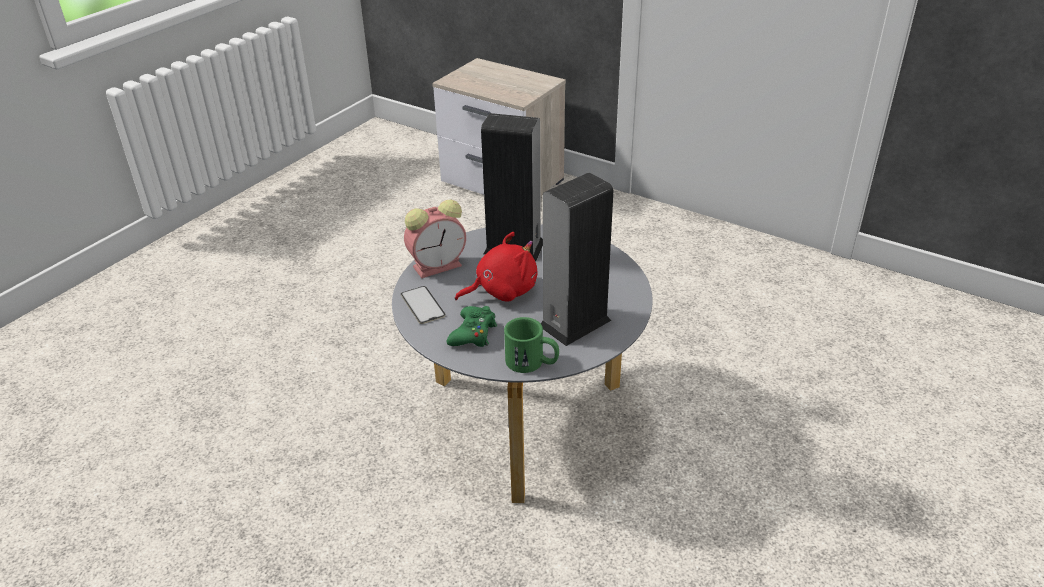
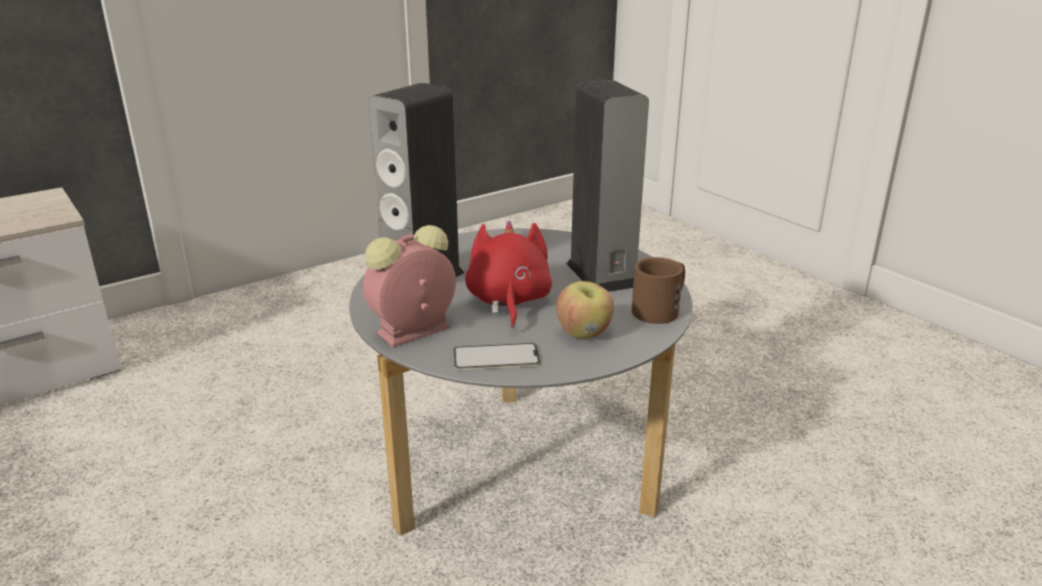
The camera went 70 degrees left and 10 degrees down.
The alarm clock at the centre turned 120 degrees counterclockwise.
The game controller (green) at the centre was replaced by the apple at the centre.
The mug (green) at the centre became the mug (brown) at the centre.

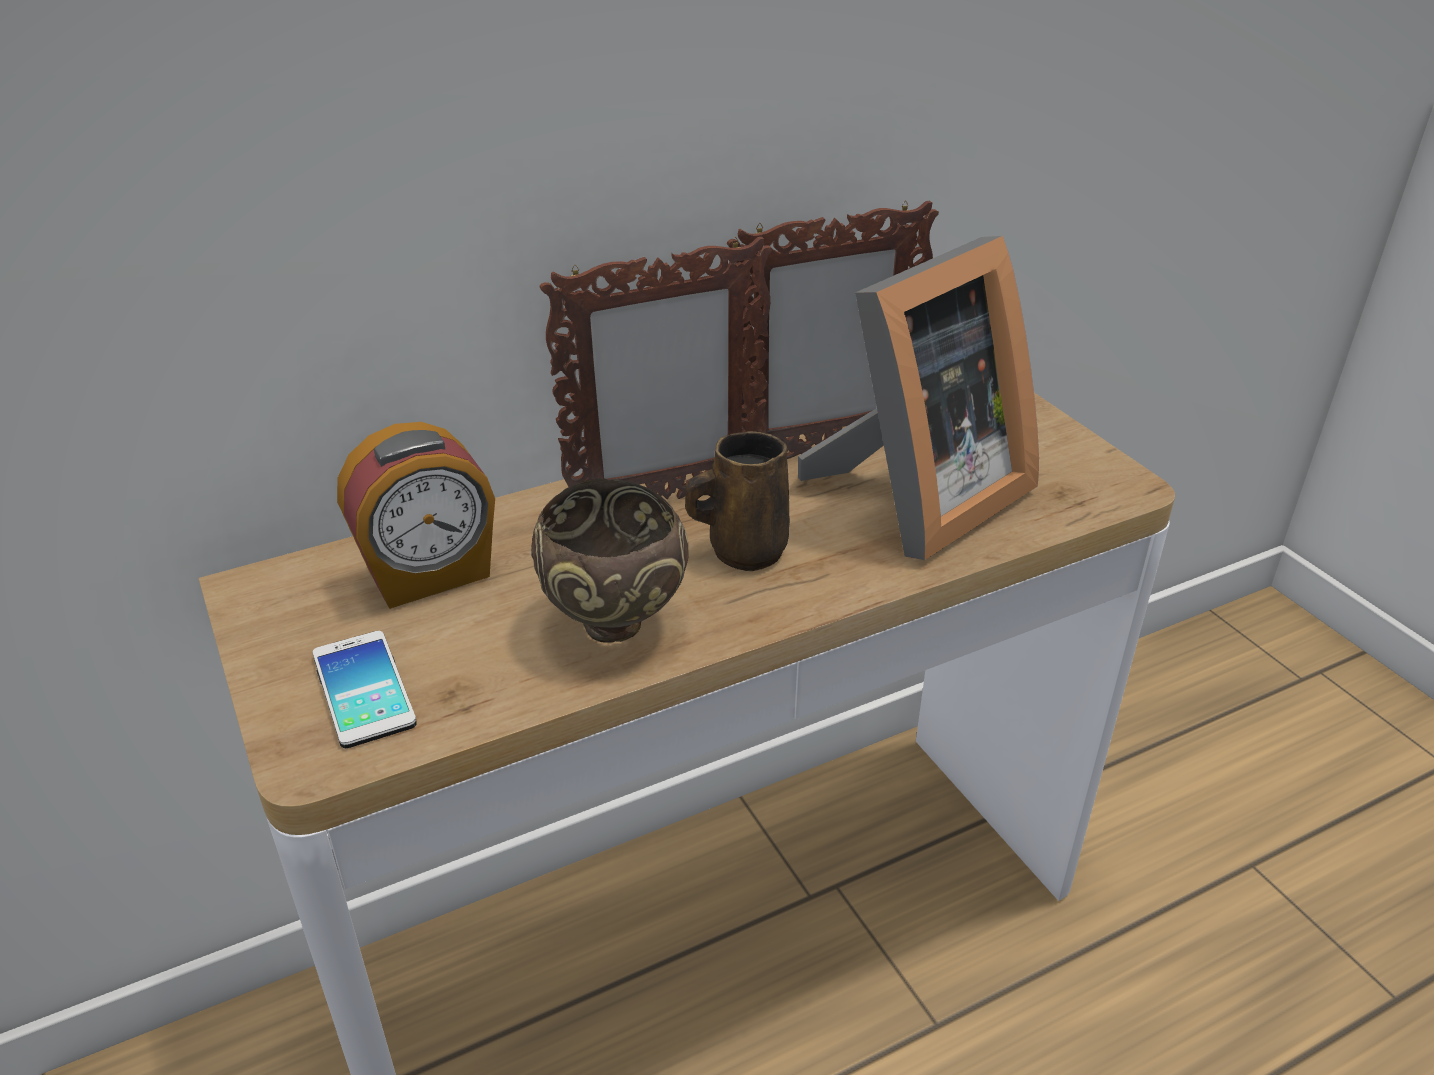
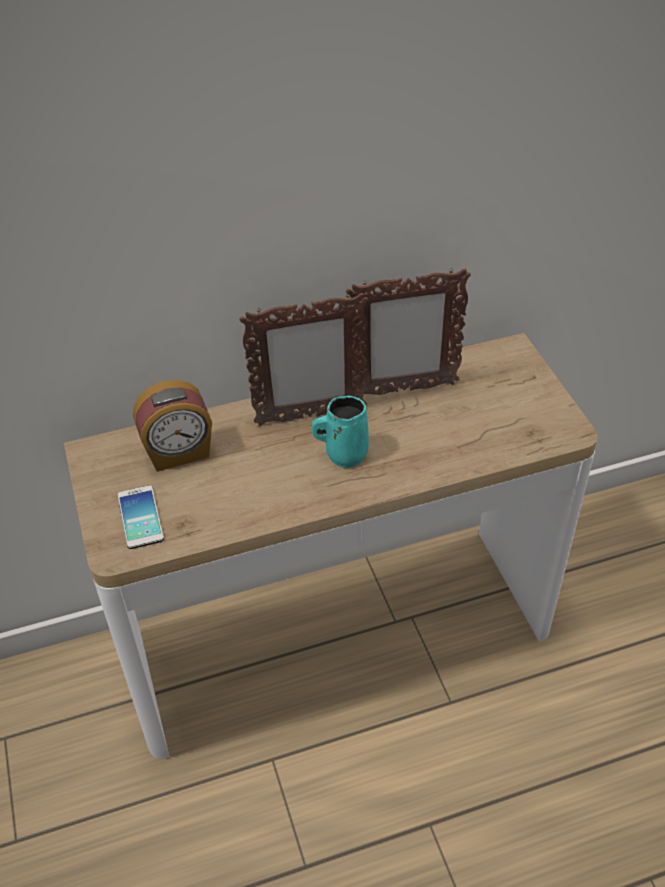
The camera went 10 degrees right and 10 degrees up.
The bowl (brown) at the centre disappeared.
The mug (brown) at the centre became the mug (turquoise) at the centre.
The picture frame (no. 3 from left) at the centre disappeared.

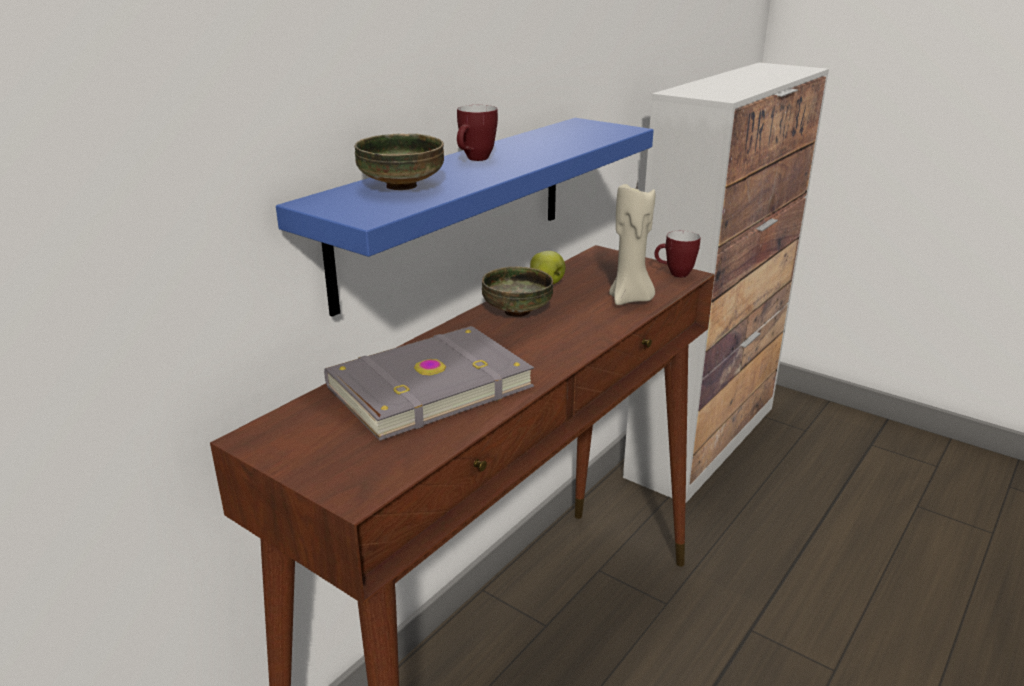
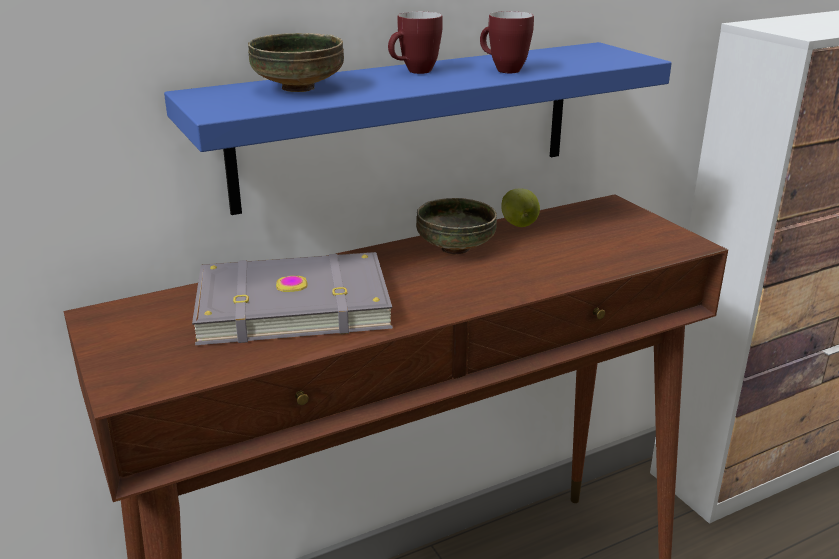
The camera went 25 degrees right and 0 degrees up.
The candle (beige) at the centre disappeared.
The mug (no. 2 from left) moved from the centre to the top centre.

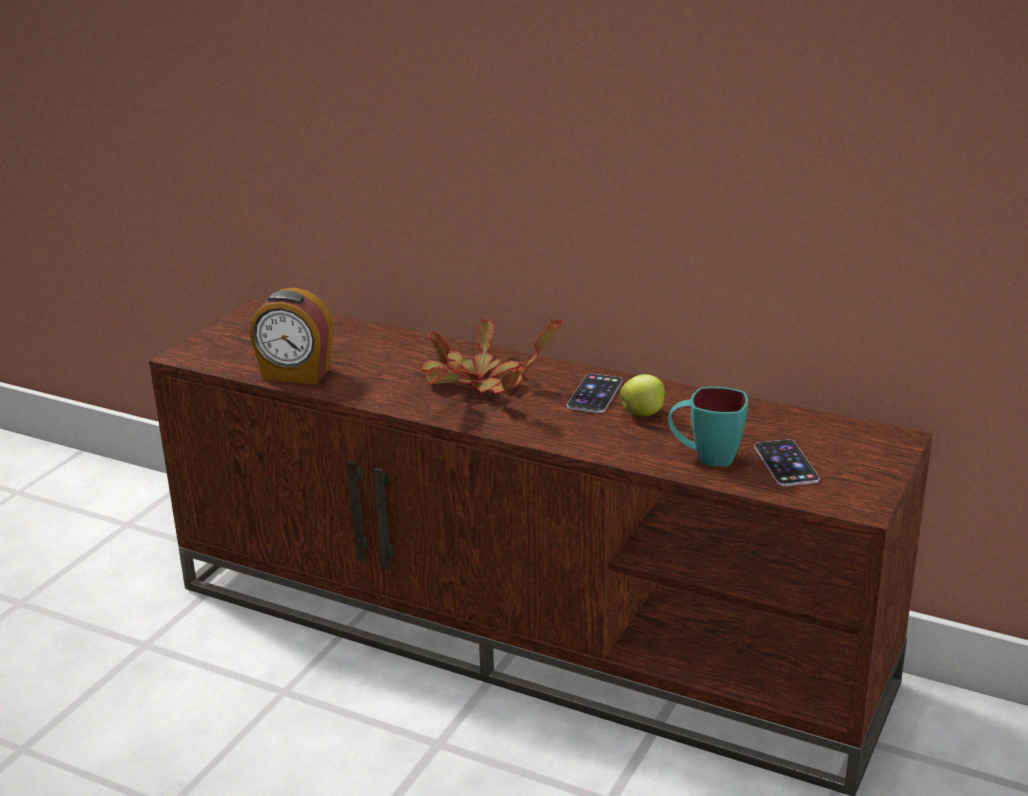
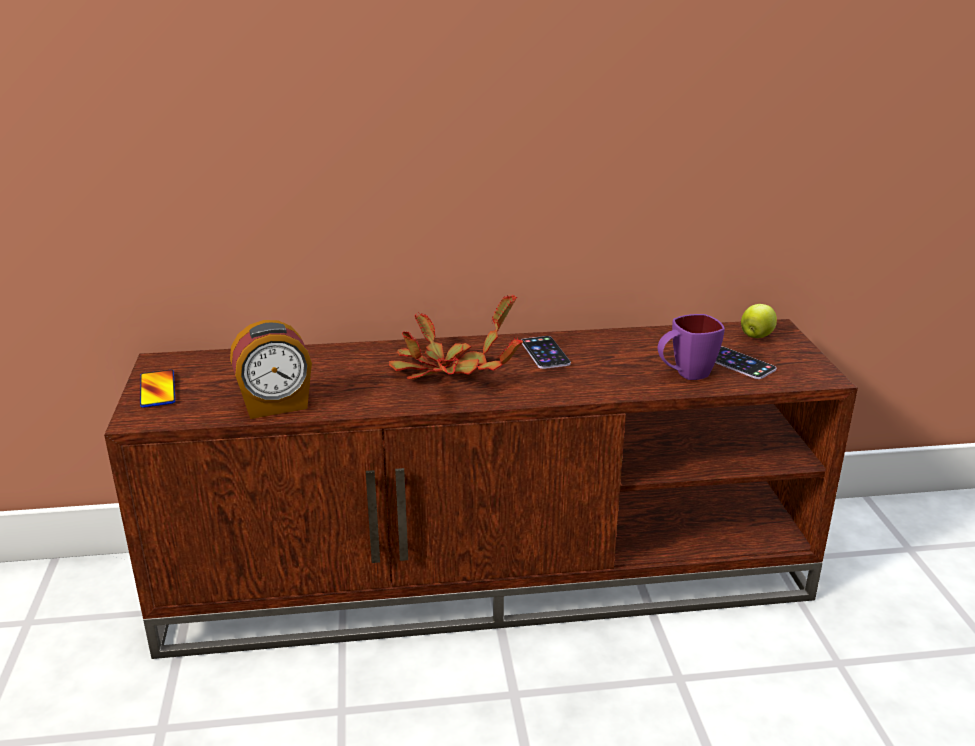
The camera went 35 degrees left and 0 degrees up.
The apple moved from the centre to the middle right.
The mug (turquoise) at the middle right became the mug (purple) at the middle right.
The phone (no. 1 from left) at the middle left appeared.

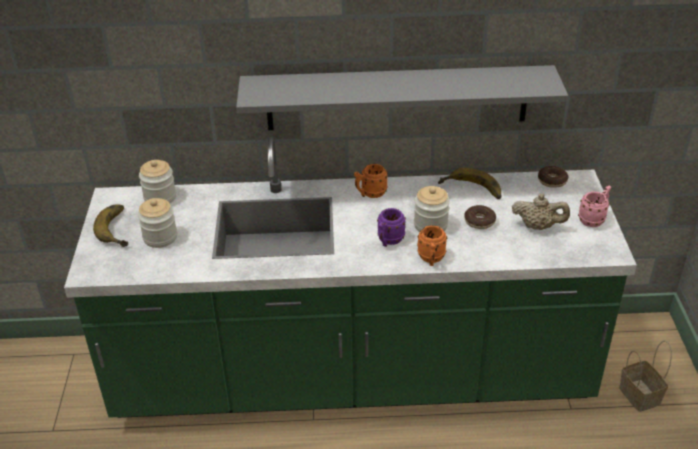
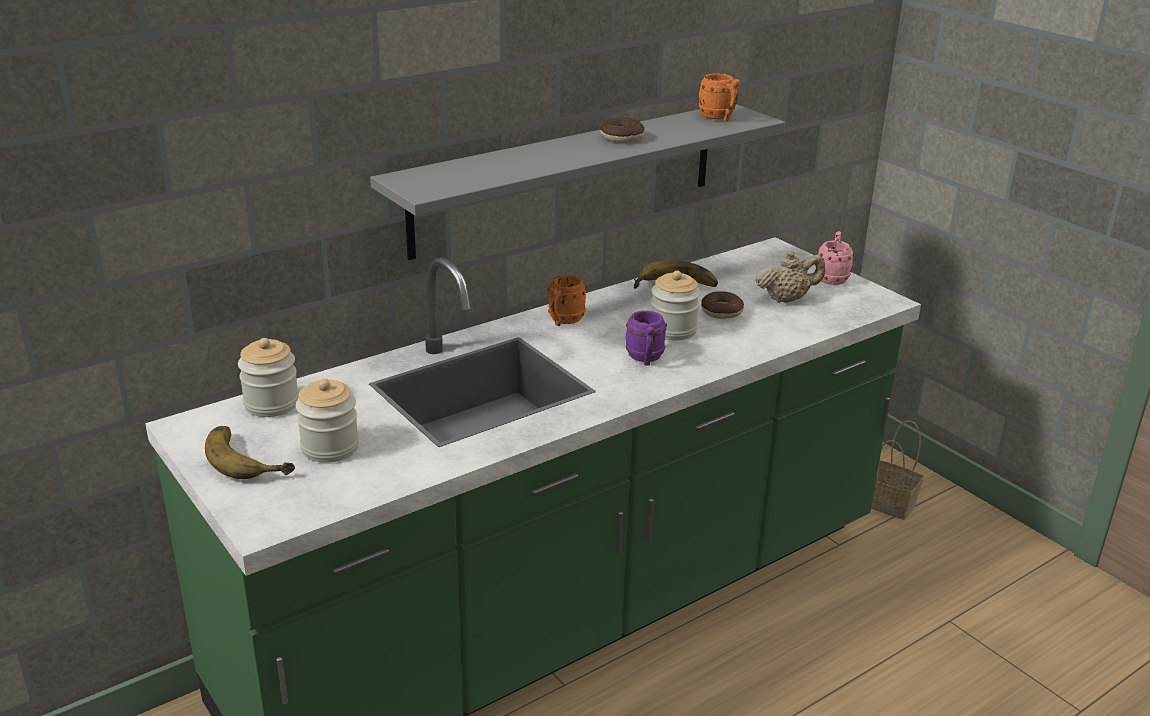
The camera went 35 degrees left and 10 degrees down.
The mug (orange) (no. 2 from left) moved from the centre to the top centre.
The donut (no. 2 from left in the first image) moved from the middle right to the top centre.

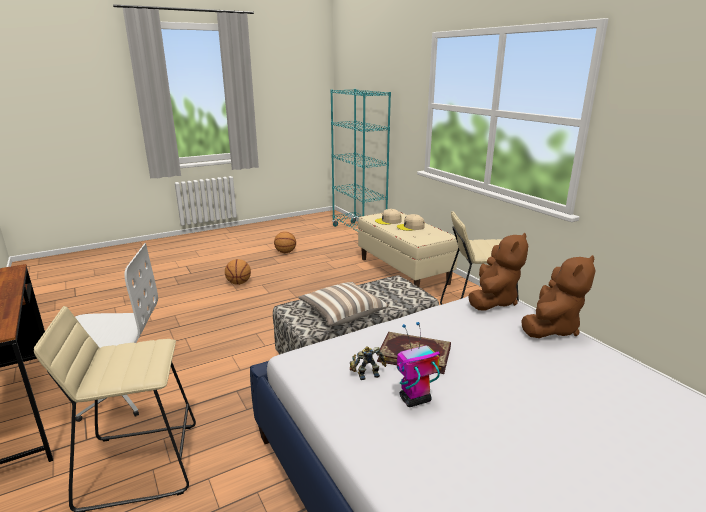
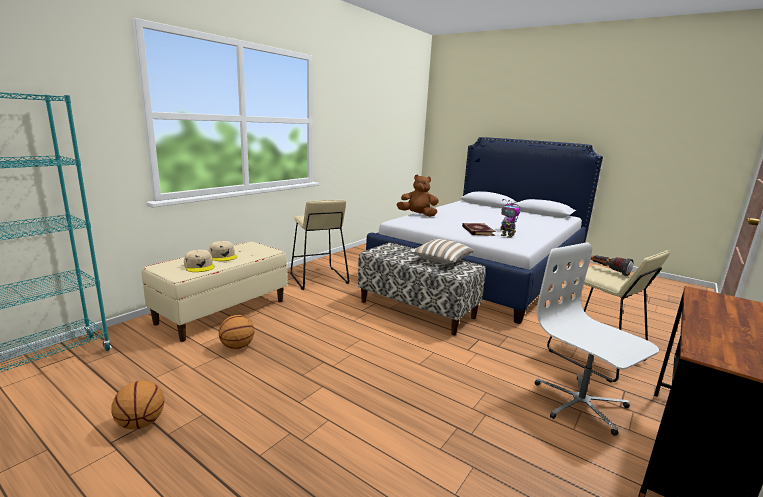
The camera went 115 degrees left and 5 degrees down.
The basketball (no. 1 from left in the first image) moved from the centre to the bottom left.
The plush toy (brown) (no. 1 from left) at the middle right disappeared.
The flashlight at the middle right appeared.

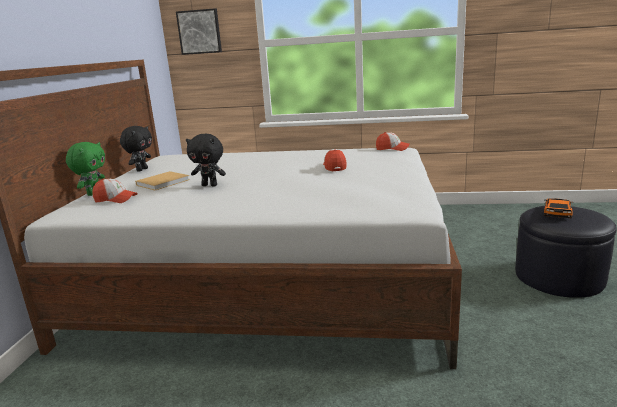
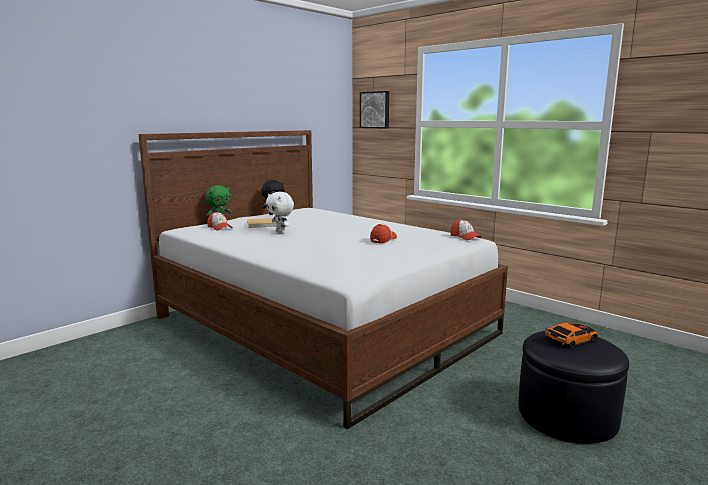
The camera went 35 degrees right and 5 degrees down.
The plush toy (black) (no. 2 from left) at the centre became the plush toy (white) at the centre.

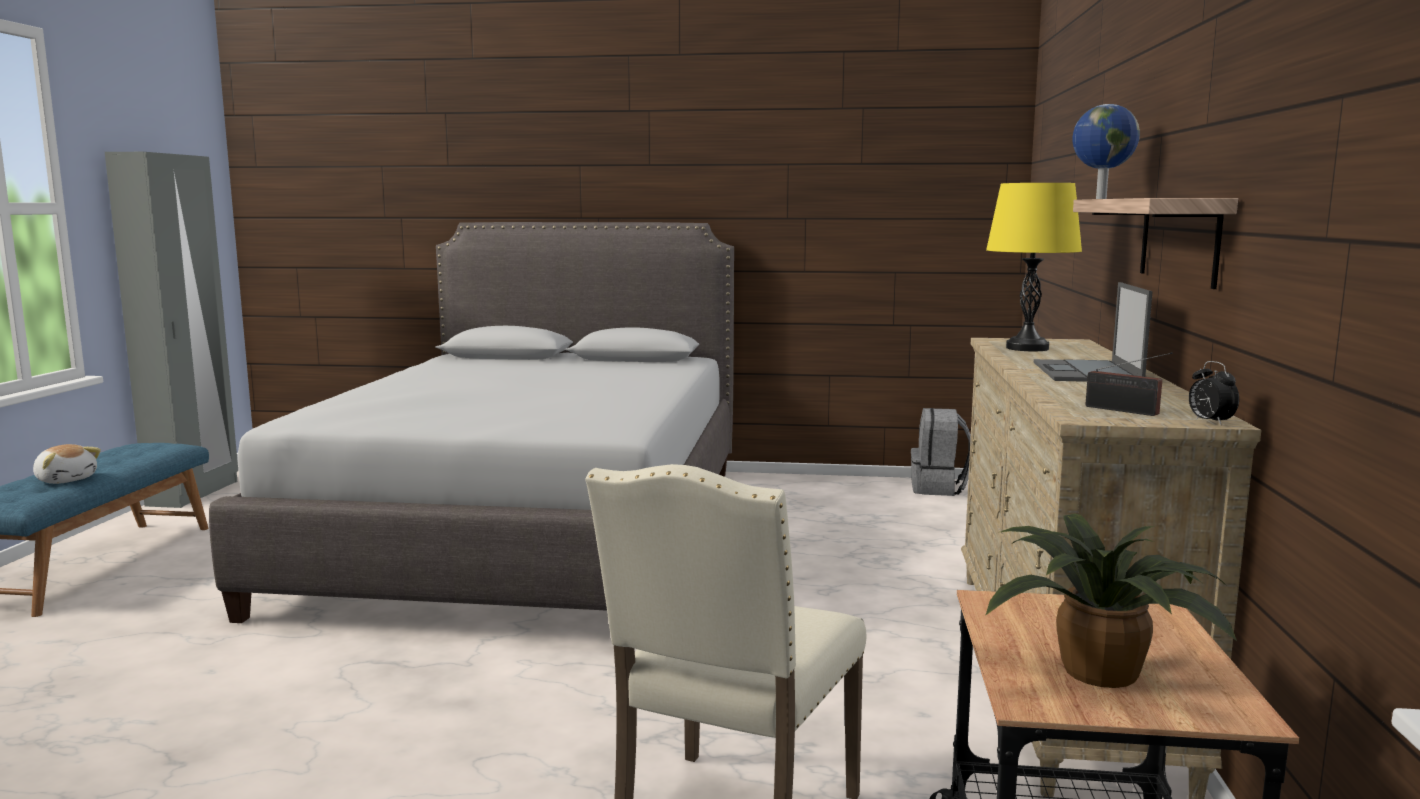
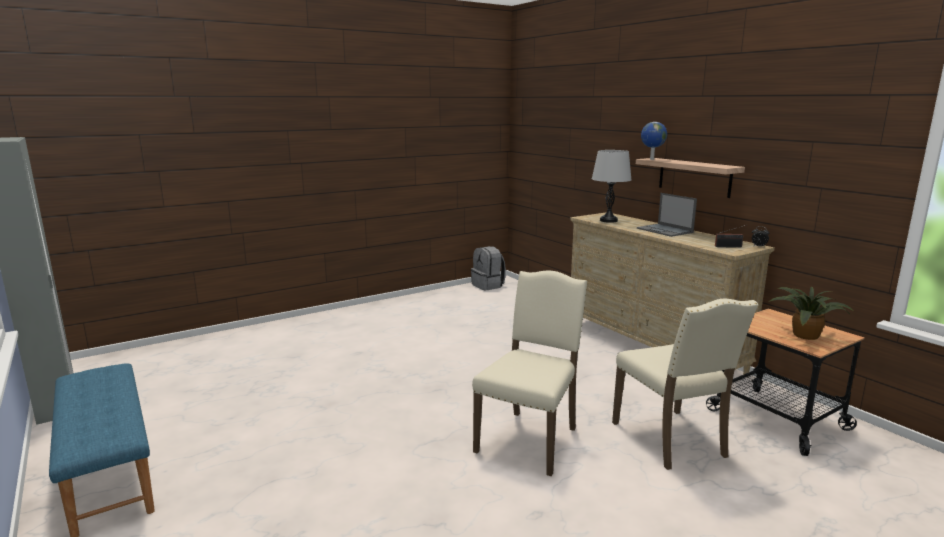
The camera went 40 degrees left and 5 degrees up.
The plush toy at the middle left disappeared.
The bed (grey) at the middle left disappeared.
The table lamp (yellow) at the middle right became the table lamp (grey) at the centre.
The chair (beige) (no. 1 from left) at the bottom centre appeared.

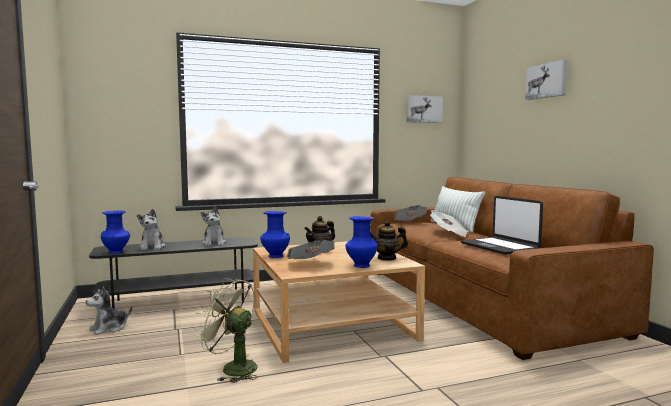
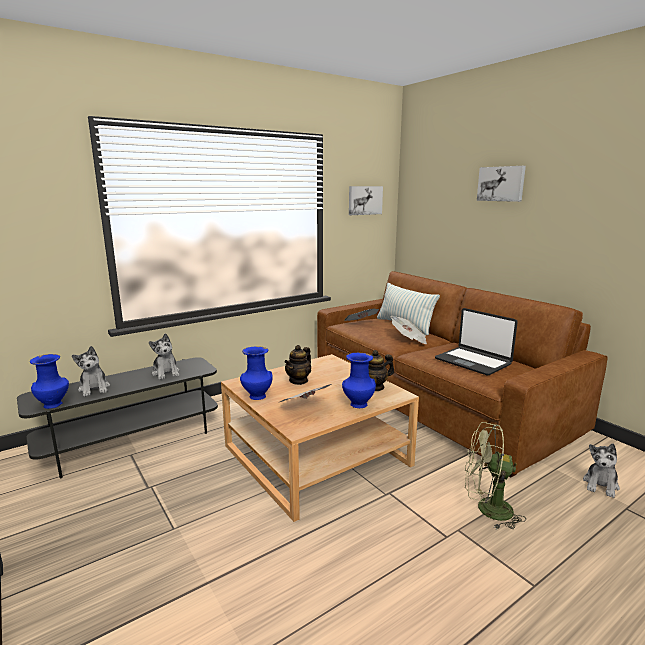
The camera went 15 degrees left and 10 degrees up.
The plush toy (no. 1 from left in the first image) moved from the bottom left to the bottom right.
The fan (green) moved from the bottom centre to the bottom right.

